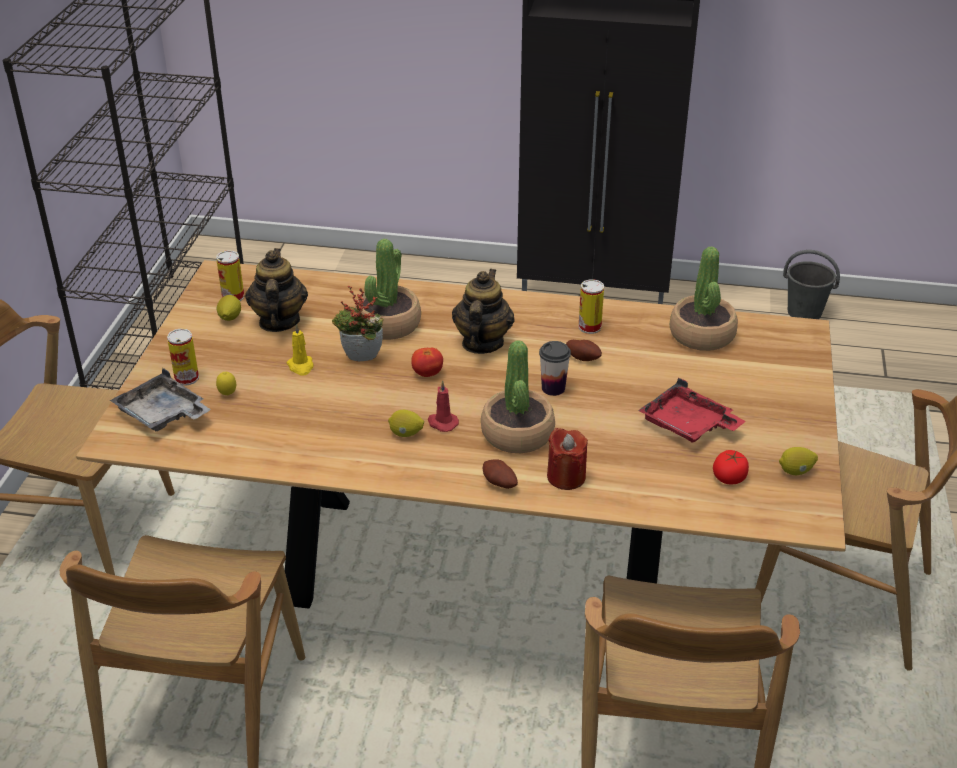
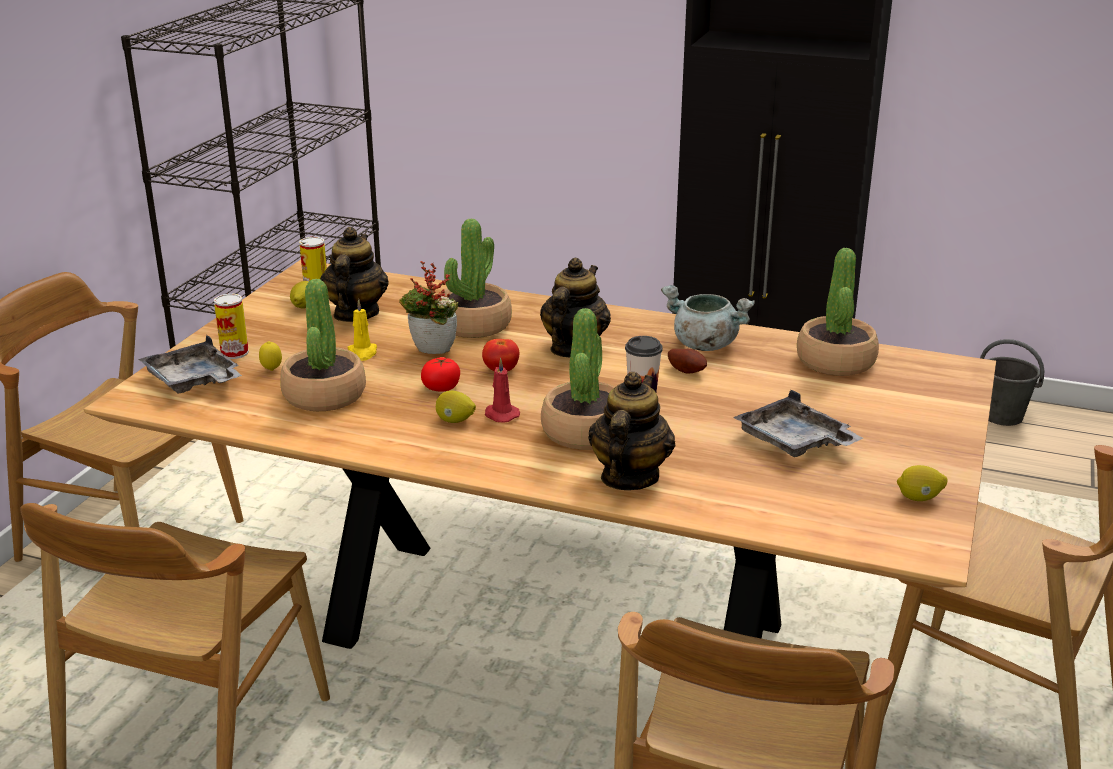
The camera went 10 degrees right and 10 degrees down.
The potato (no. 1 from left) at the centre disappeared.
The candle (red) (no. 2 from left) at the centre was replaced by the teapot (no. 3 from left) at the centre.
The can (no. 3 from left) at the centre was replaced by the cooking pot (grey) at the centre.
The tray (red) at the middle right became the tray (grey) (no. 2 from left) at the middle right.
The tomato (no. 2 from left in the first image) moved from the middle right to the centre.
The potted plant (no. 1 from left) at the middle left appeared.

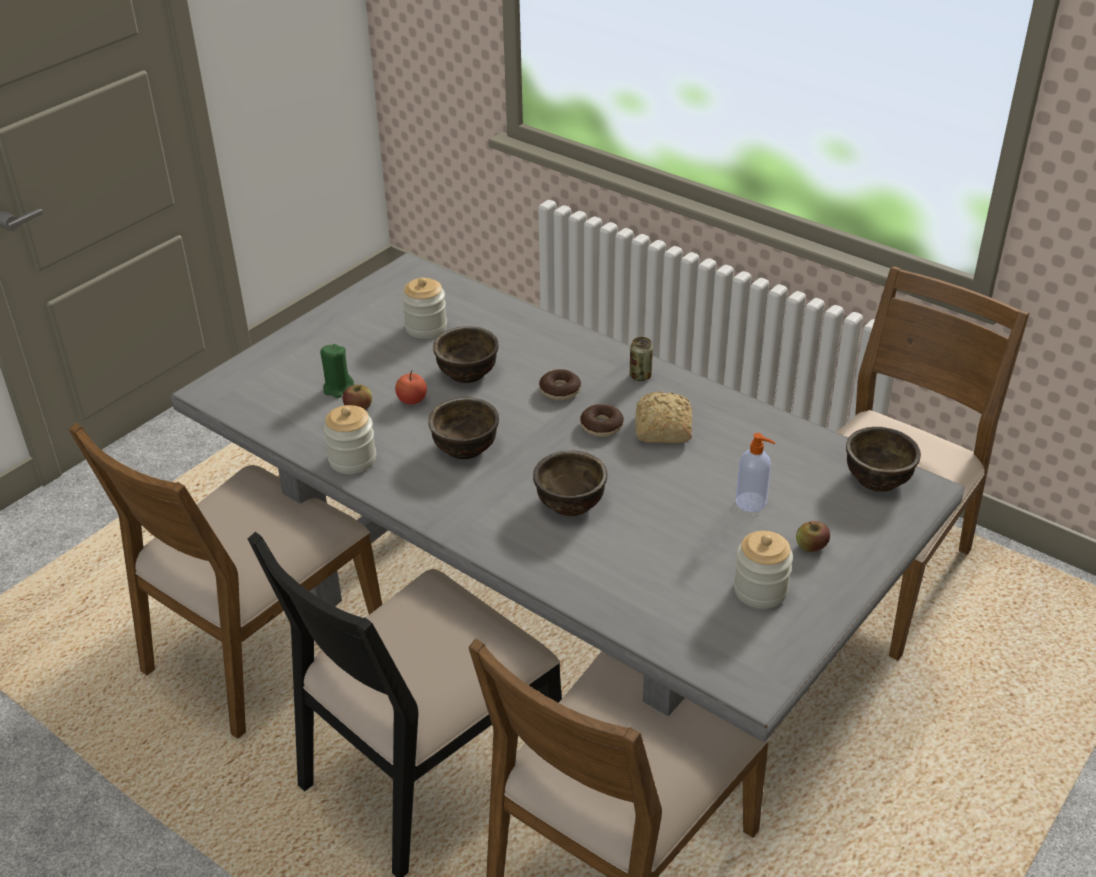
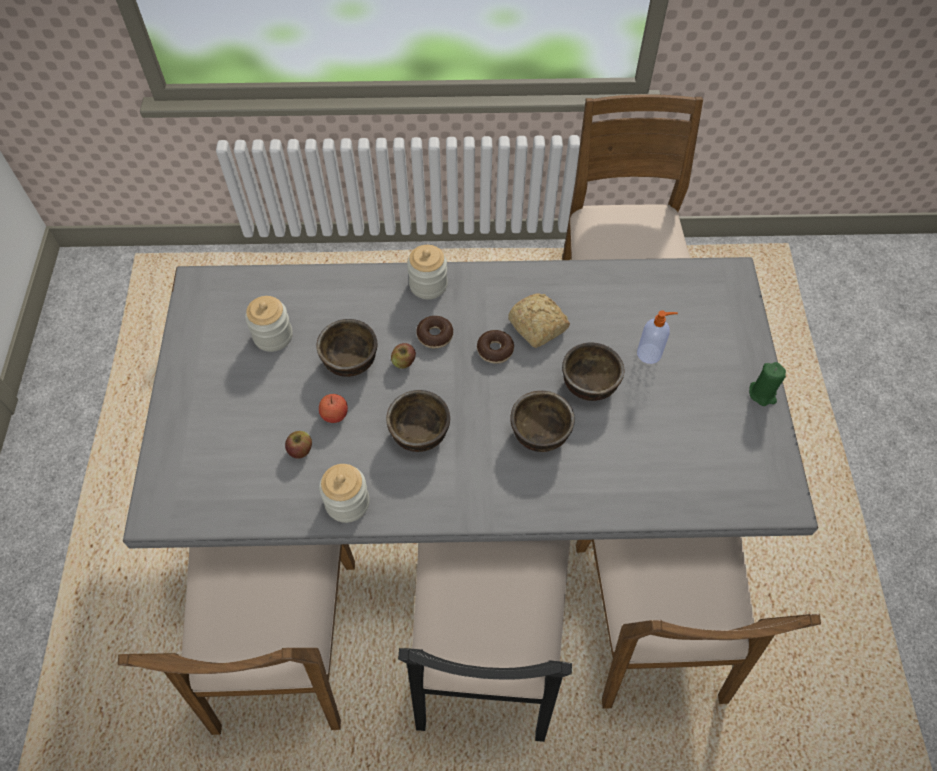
The camera went 40 degrees left and 20 degrees up.
The candle (green) moved from the middle left to the middle right.
The can at the centre disappeared.
The jar (no. 3 from left) moved from the middle right to the centre.
The apple (no. 3 from left) moved from the middle right to the centre.
The bowl (brown) (no. 4 from left) moved from the middle right to the centre.

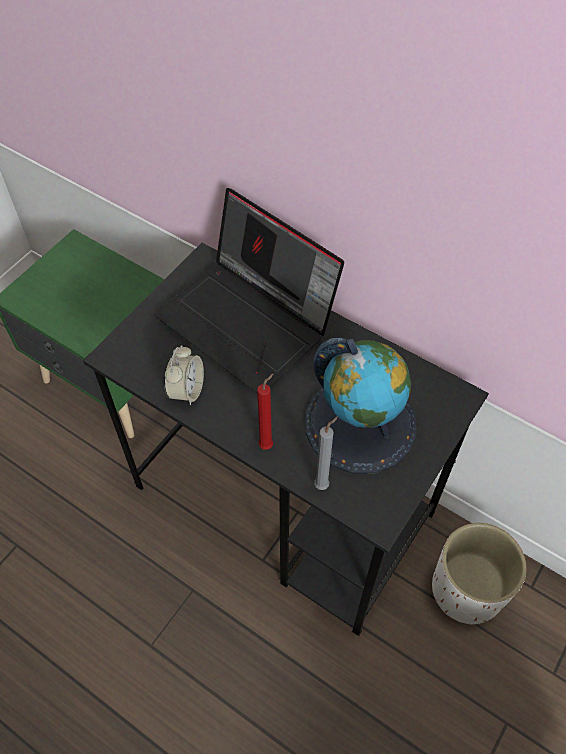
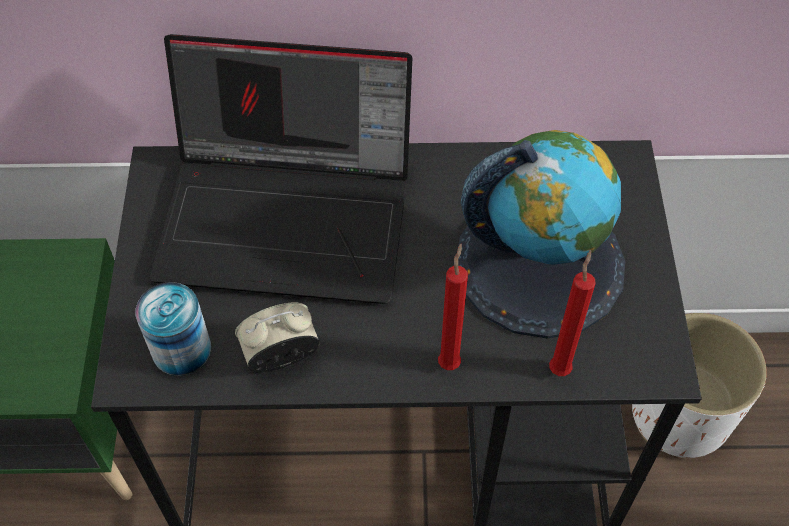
The camera went 35 degrees left and 0 degrees up.
The alarm clock at the middle left turned 90 degrees counterclockwise.
The candle (grey) at the centre became the candle (red) (no. 2 from left) at the middle right.
The can at the middle left appeared.

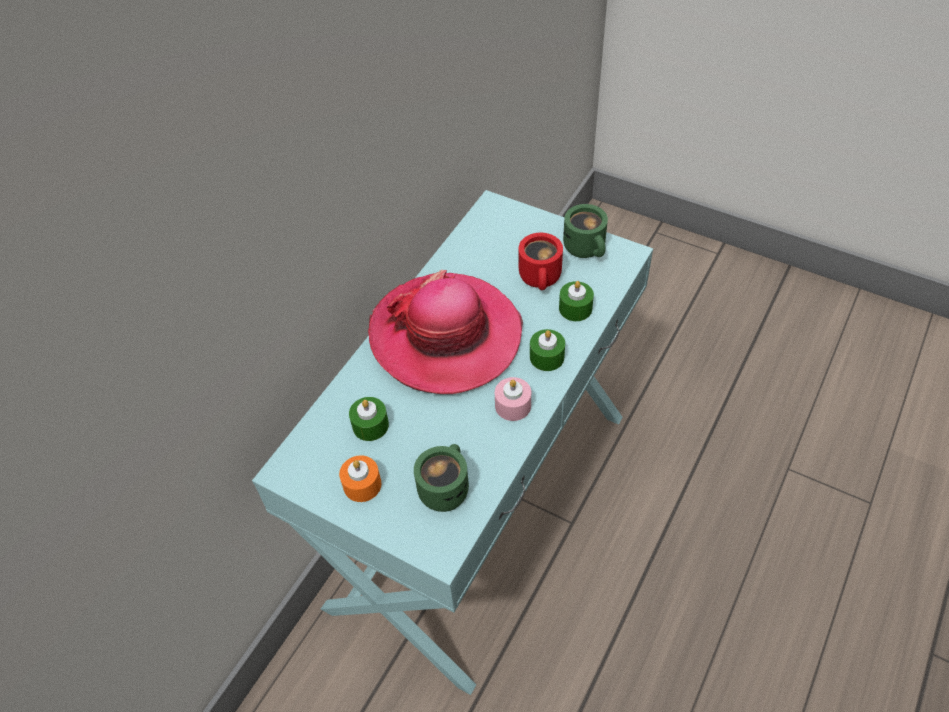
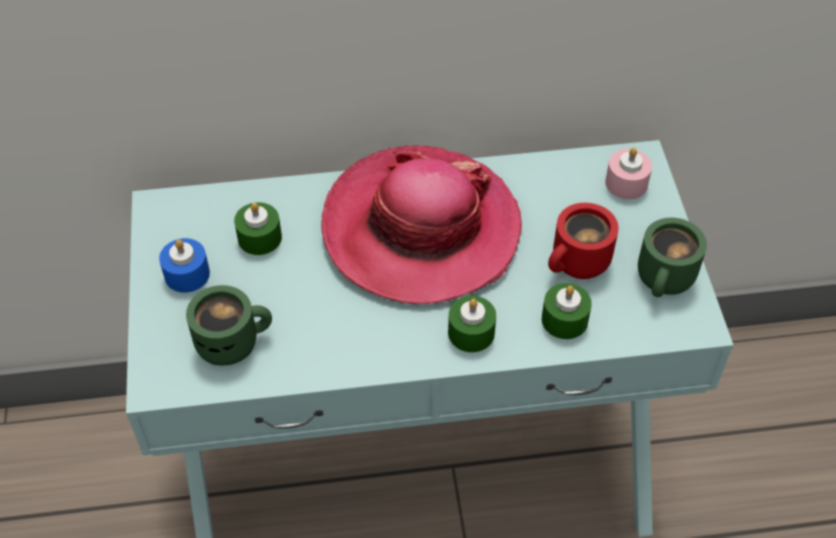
The camera went 50 degrees right and 0 degrees up.
The candle (orange) at the bottom centre became the candle (blue) at the middle left.
The candle (pink) moved from the centre to the top right.

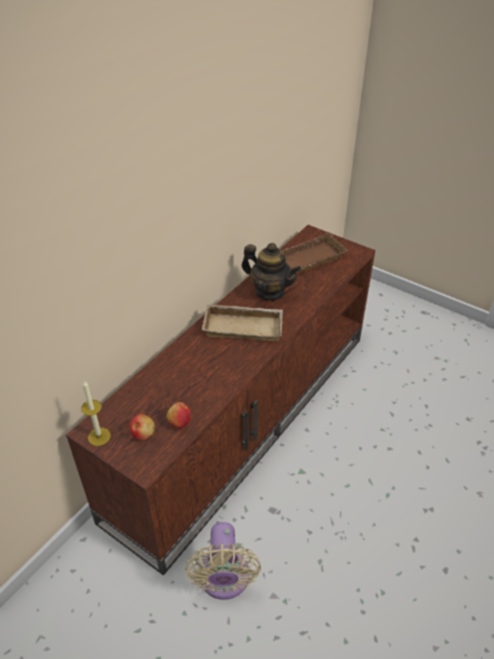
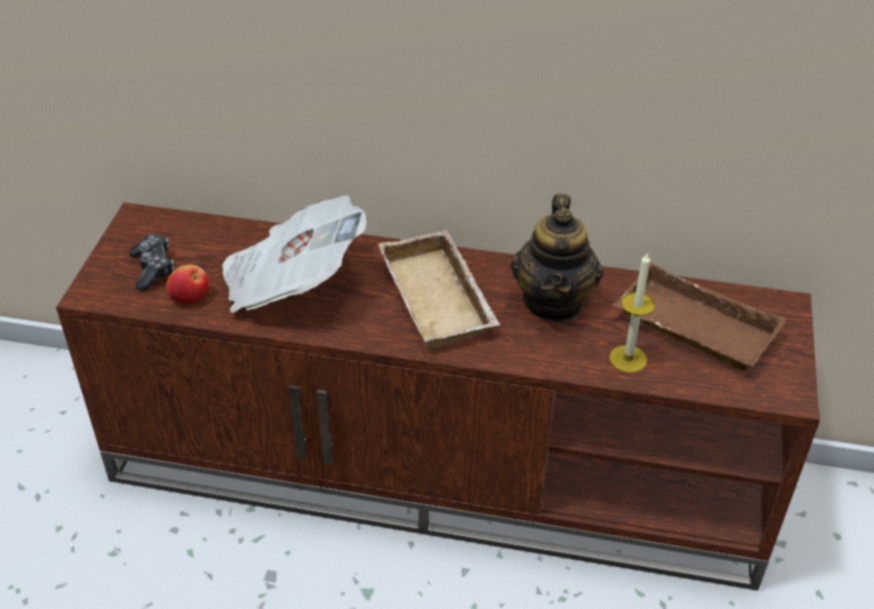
The camera went 65 degrees right and 0 degrees up.
The candle moved from the middle left to the middle right.
The apple (no. 1 from left) at the middle left was replaced by the game controller at the middle left.
The fan (beige) at the bottom centre disappeared.
The newspaper at the centre appeared.

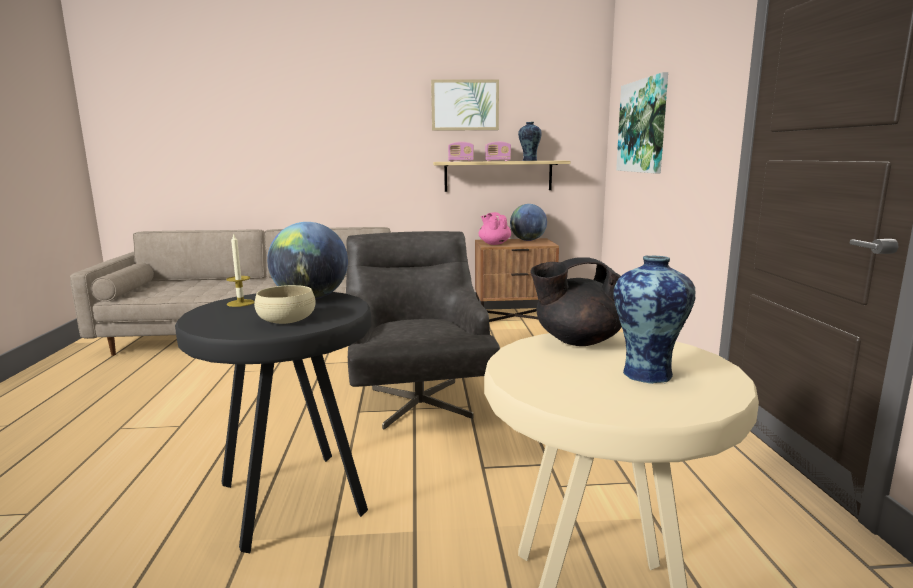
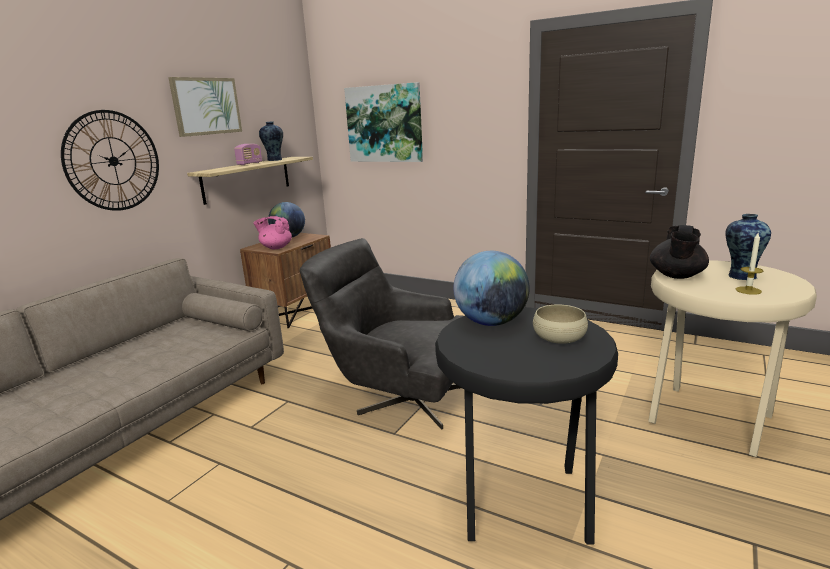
The camera went 55 degrees left and 5 degrees up.
The candle moved from the middle left to the middle right.
The radio (no. 1 from left) at the top centre disappeared.
The wall clock at the top left appeared.

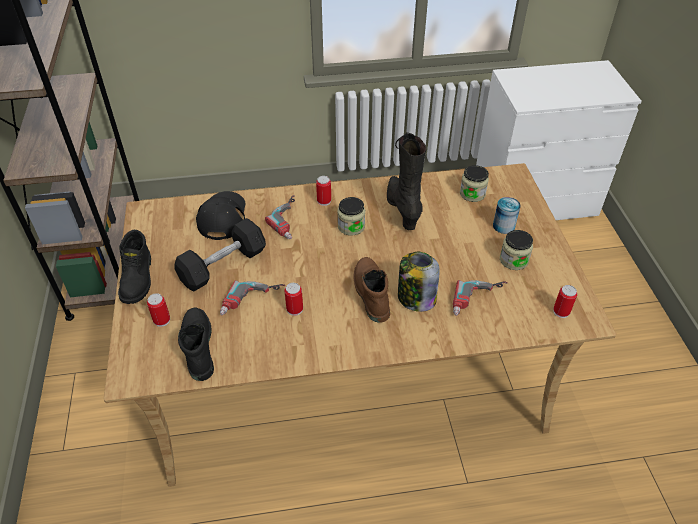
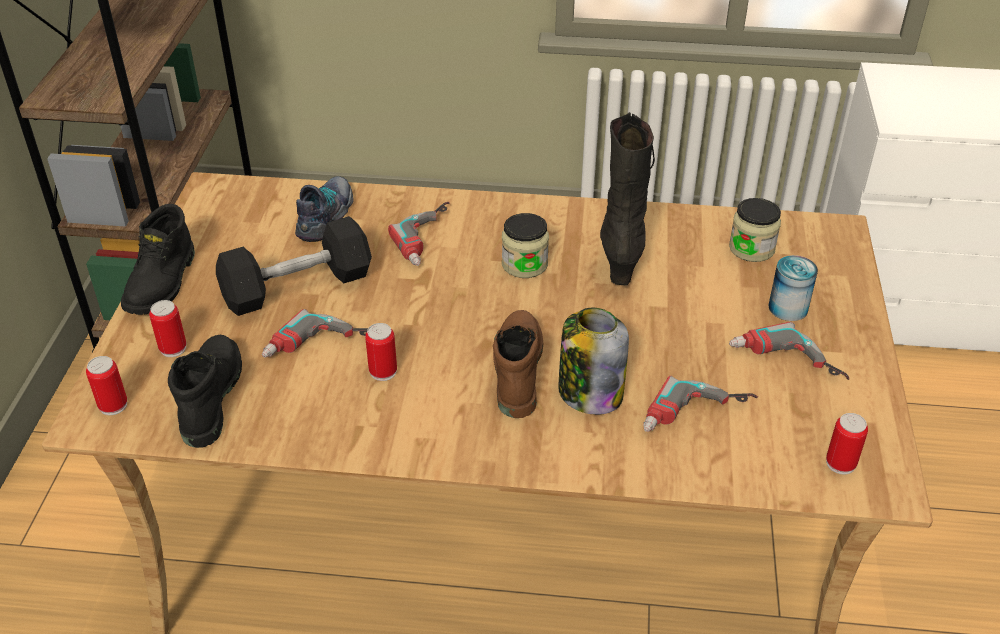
The camera went 15 degrees right and 5 degrees down.
The cap (black) at the middle left was replaced by the shoe at the top left.
The can (no. 3 from left in the first image) moved from the centre to the middle left.
The jar (no. 4 from left) at the middle right was replaced by the power drill (no. 4 from left) at the middle right.

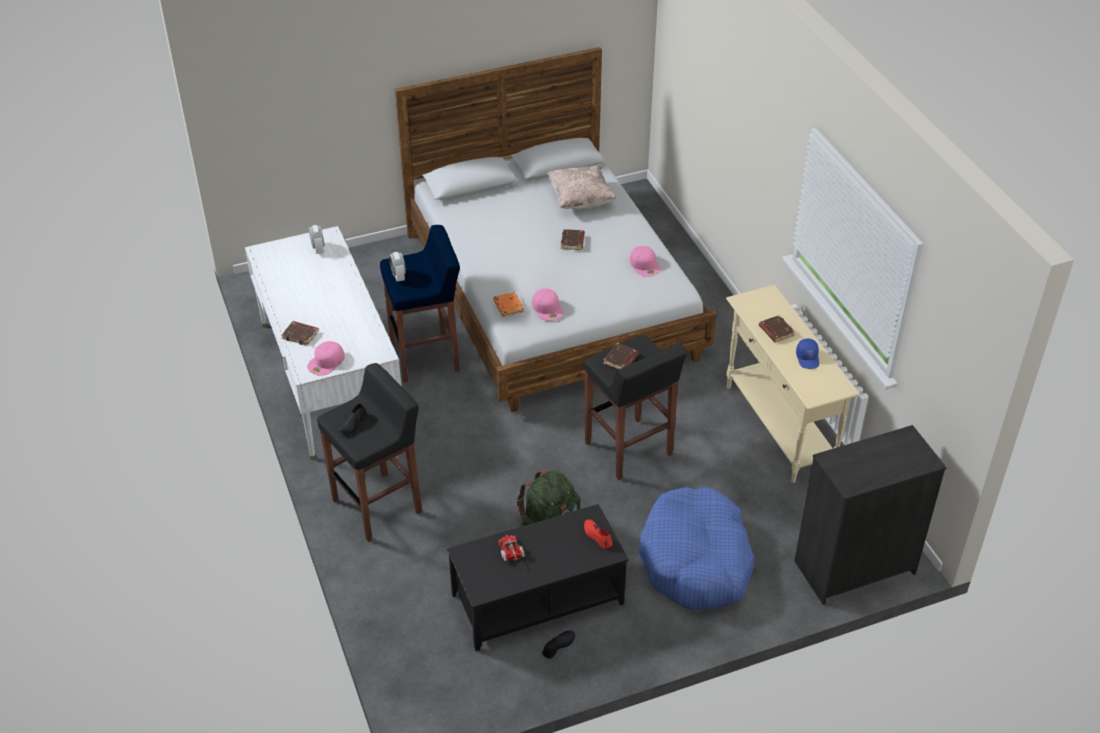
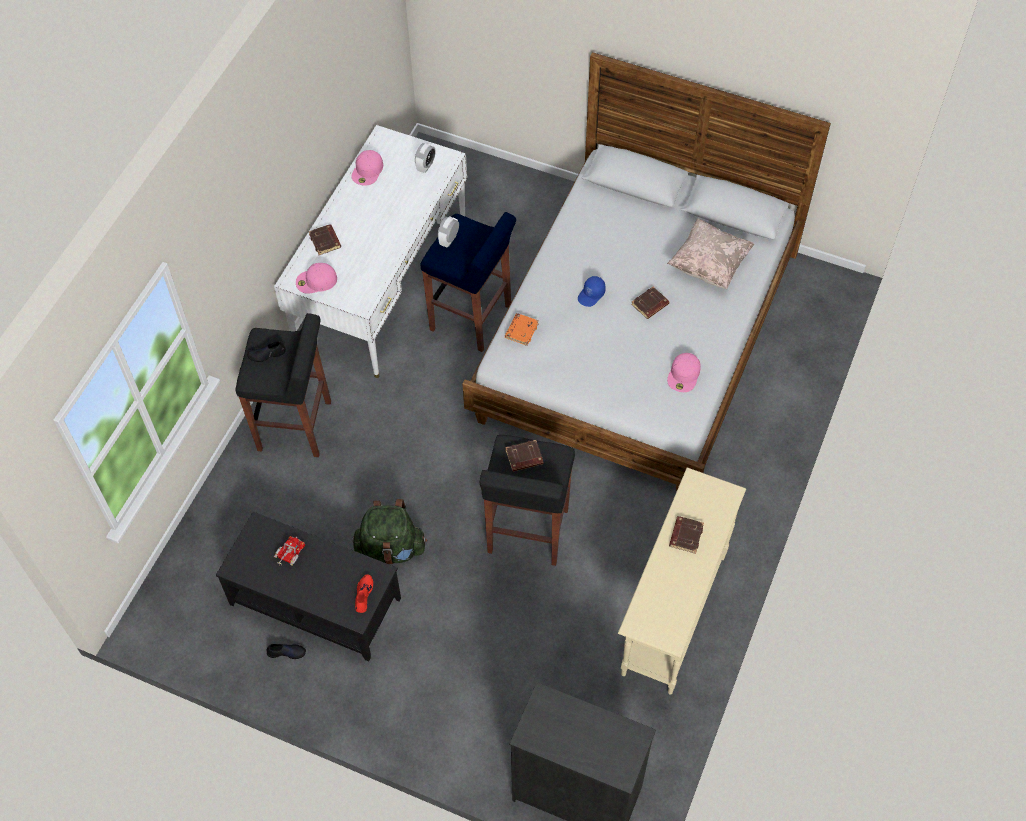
The camera went 45 degrees right and 15 degrees up.
The cap (pink) (no. 2 from left) moved from the centre to the top centre.
The dog bed (blue) at the bottom centre disappeared.
The cap (blue) moved from the middle right to the centre.

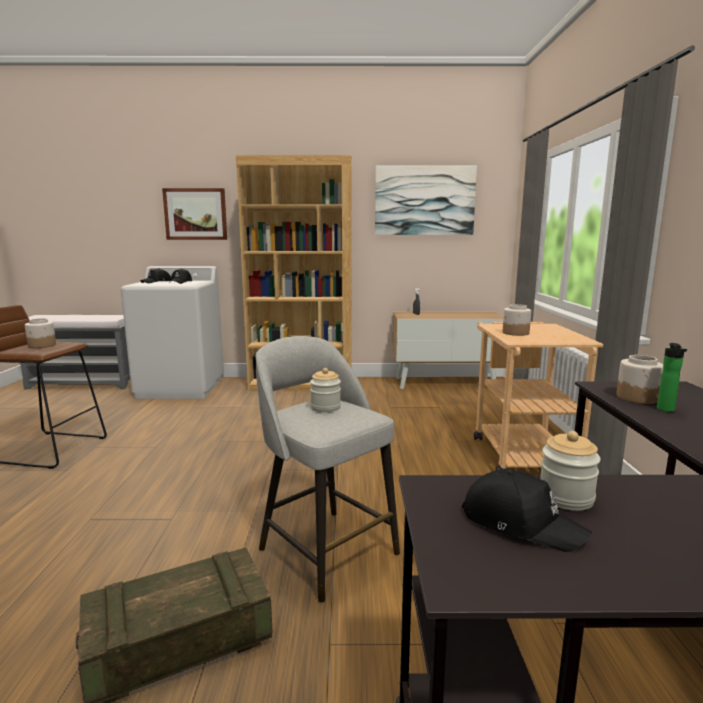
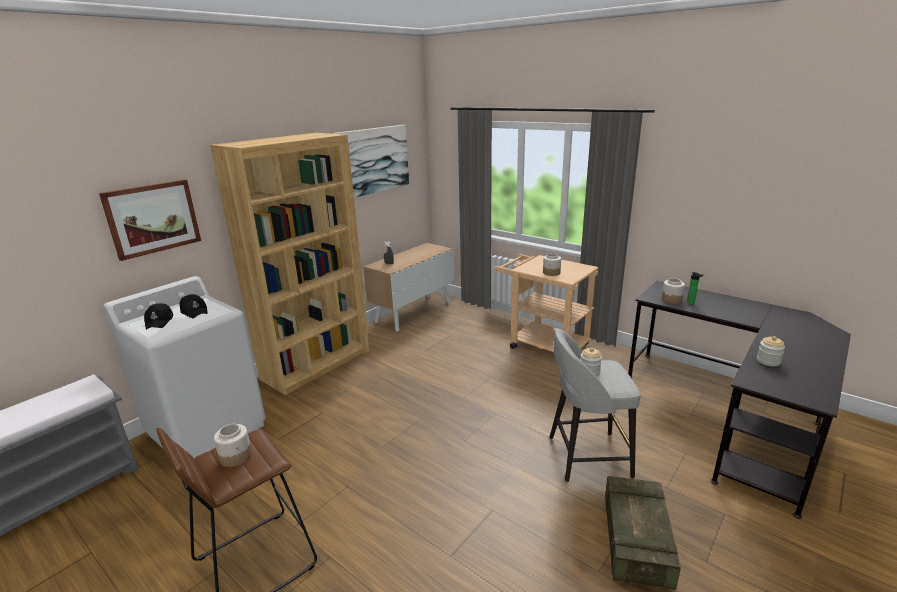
The camera went 50 degrees left and 10 degrees up.
The cap (black) (no. 3 from left) at the bottom right disappeared.

